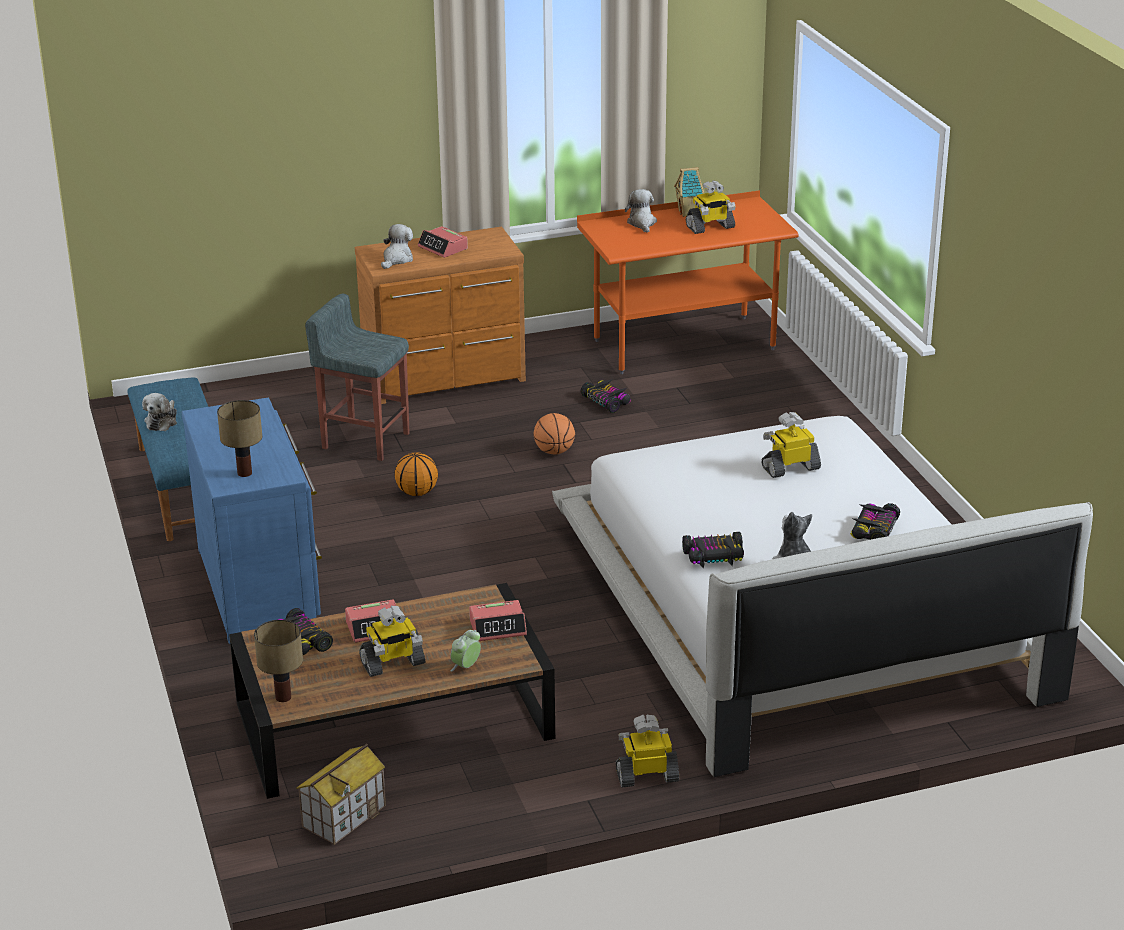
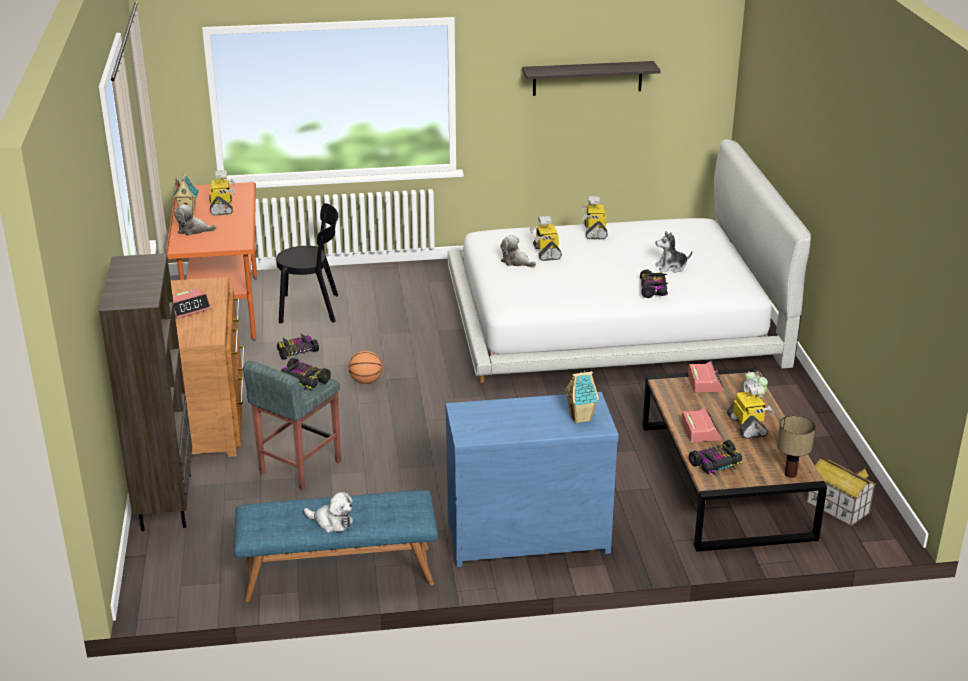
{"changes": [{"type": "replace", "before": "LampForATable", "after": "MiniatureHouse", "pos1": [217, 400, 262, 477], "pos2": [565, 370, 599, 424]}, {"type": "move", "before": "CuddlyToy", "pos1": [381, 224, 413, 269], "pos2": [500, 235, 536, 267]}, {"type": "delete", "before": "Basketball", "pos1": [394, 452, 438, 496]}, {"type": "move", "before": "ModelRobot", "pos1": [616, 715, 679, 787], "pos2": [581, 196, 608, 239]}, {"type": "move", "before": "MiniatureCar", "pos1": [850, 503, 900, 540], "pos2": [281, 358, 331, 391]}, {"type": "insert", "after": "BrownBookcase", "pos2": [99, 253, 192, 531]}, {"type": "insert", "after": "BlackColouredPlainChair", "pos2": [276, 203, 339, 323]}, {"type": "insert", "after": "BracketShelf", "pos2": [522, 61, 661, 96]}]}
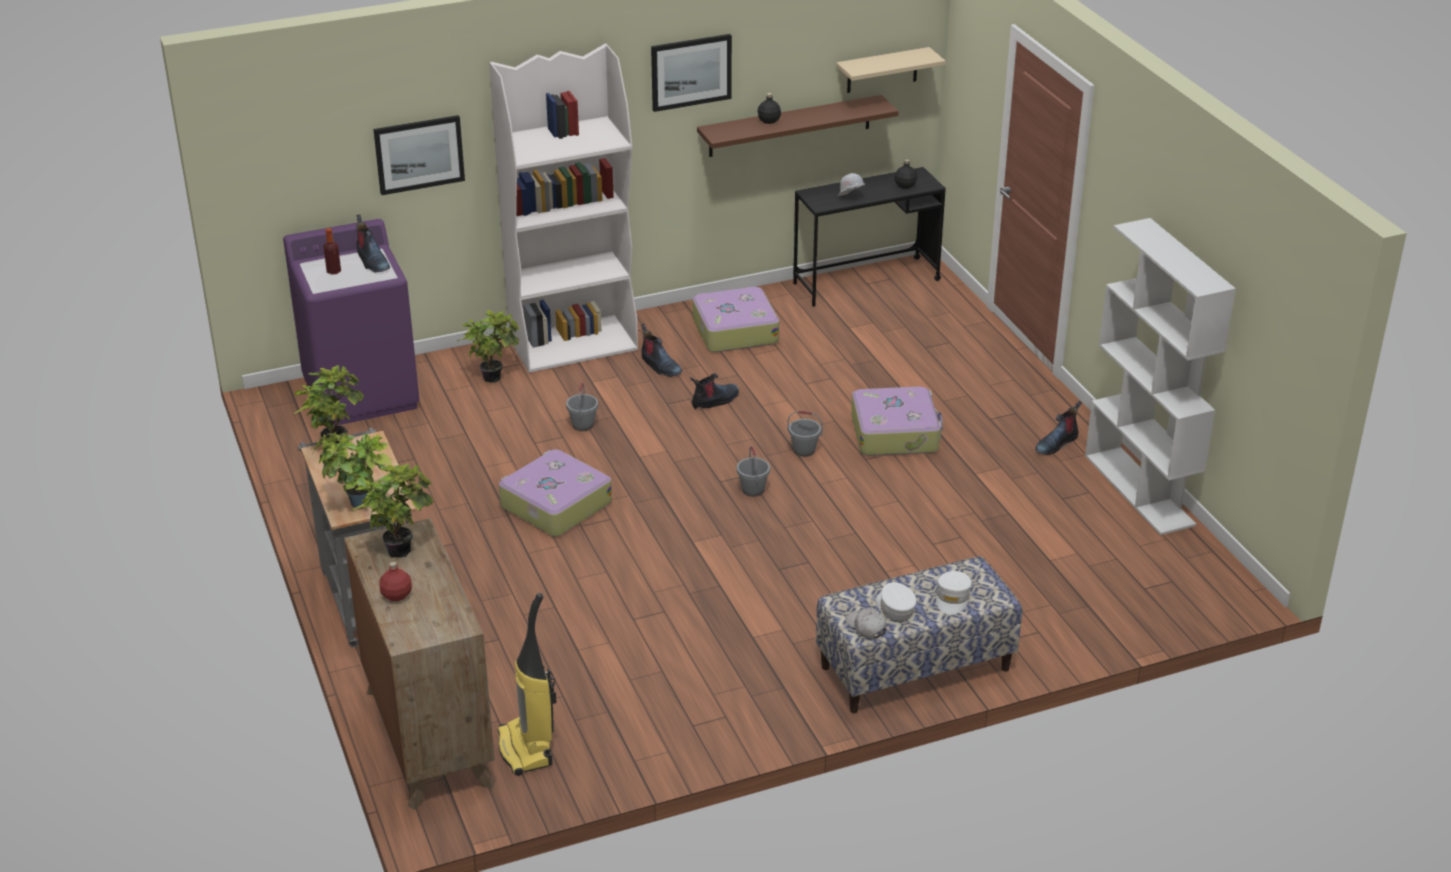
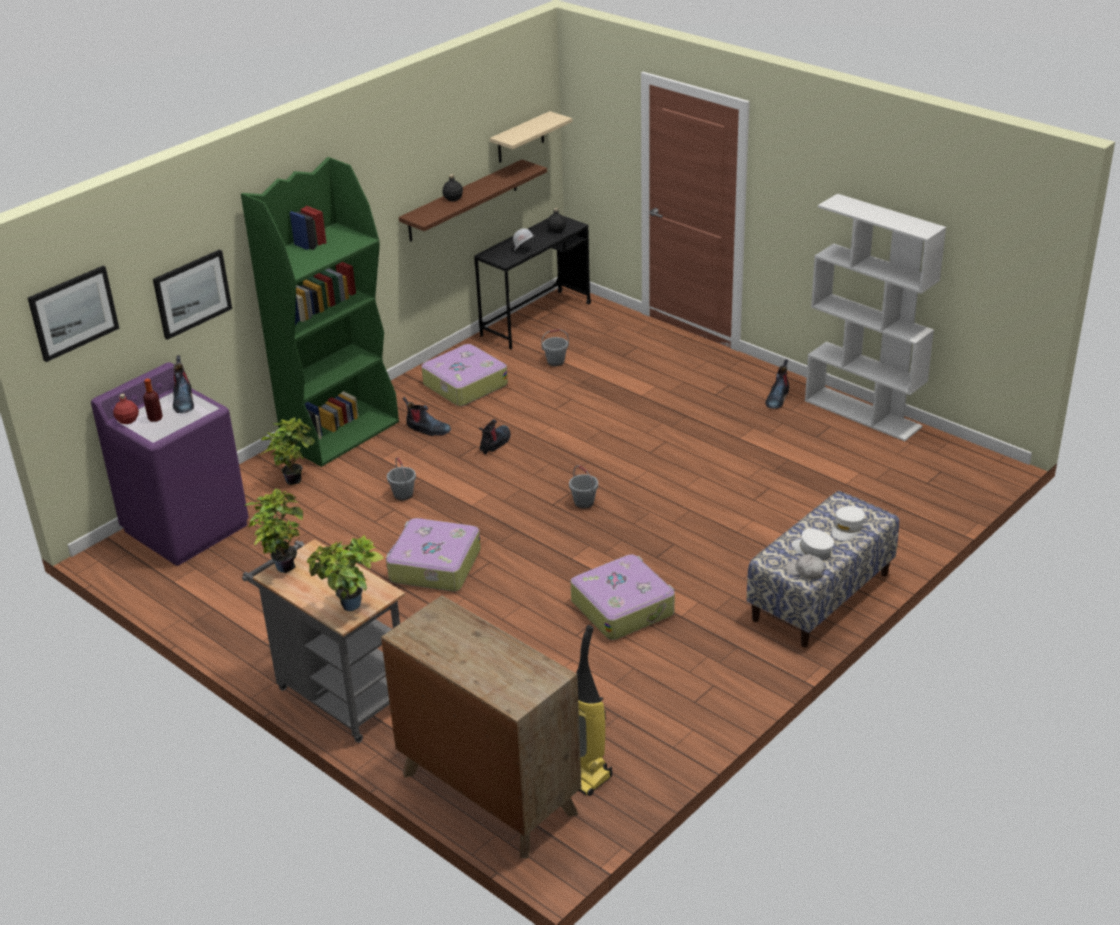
{"changes": [{"type": "delete", "before": "PottedPlant", "pos1": [351, 464, 433, 558]}, {"type": "rotate", "before": "Boot", "pos1": [356, 215, 390, 273], "pos2": [173, 355, 194, 413], "turn": 45}, {"type": "move", "before": "ReddishBottle", "pos1": [380, 562, 412, 601], "pos2": [113, 394, 139, 424]}, {"type": "recolor", "before": "WhitishBookcase", "after": "GreenColouredBookcase", "pos1": [489, 44, 638, 373], "pos2": [241, 157, 399, 467]}, {"type": "move", "before": "WallPicture", "pos1": [651, 34, 732, 112], "pos2": [28, 266, 119, 362]}, {"type": "move", "before": "GrayWaterBucket", "pos1": [787, 410, 823, 457], "pos2": [541, 329, 569, 366]}, {"type": "move", "before": "TravelCase", "pos1": [851, 387, 943, 456], "pos2": [571, 554, 675, 640]}, {"type": "rotate", "before": "WhitishCap", "pos1": [936, 571, 971, 615], "pos2": [832, 506, 865, 540], "turn": 45}]}
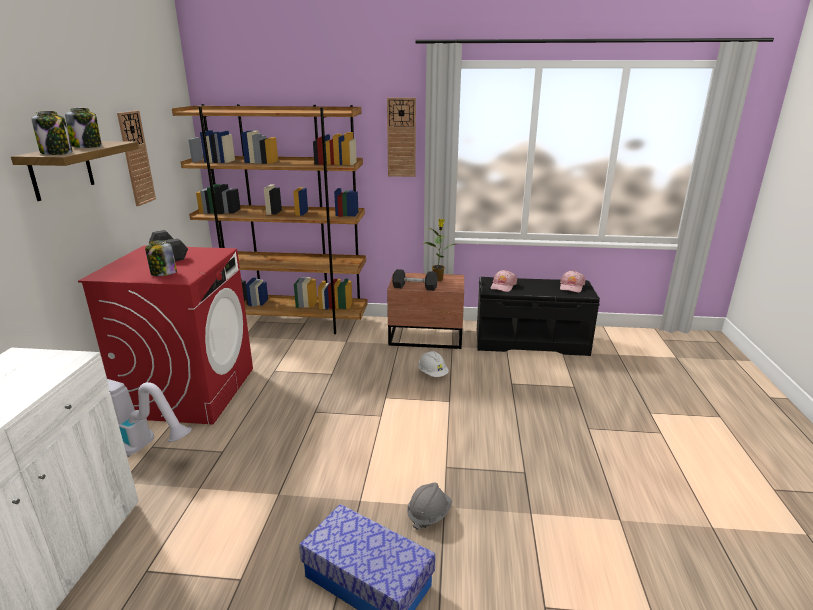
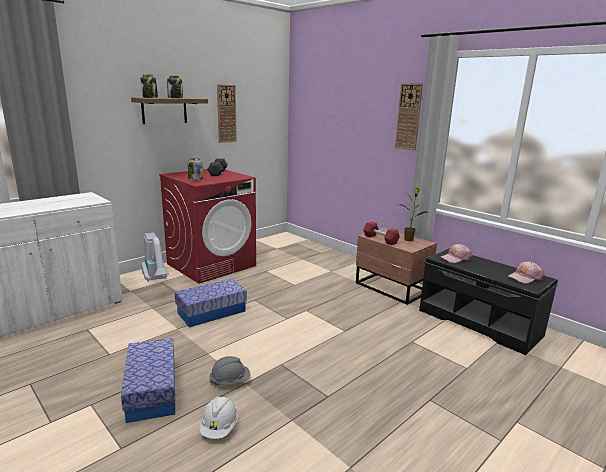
{"changes": [{"type": "delete", "before": "BrownBookcase", "pos1": [172, 104, 368, 334]}, {"type": "recolor", "before": "GrayHandWeight", "after": "ReddishHandWeight", "pos1": [392, 269, 438, 291], "pos2": [363, 222, 400, 245]}, {"type": "move", "before": "WhitishSafetyHelmet", "pos1": [418, 351, 449, 377], "pos2": [200, 396, 238, 439]}, {"type": "insert", "after": "StorageBin", "pos2": [174, 278, 247, 327]}]}
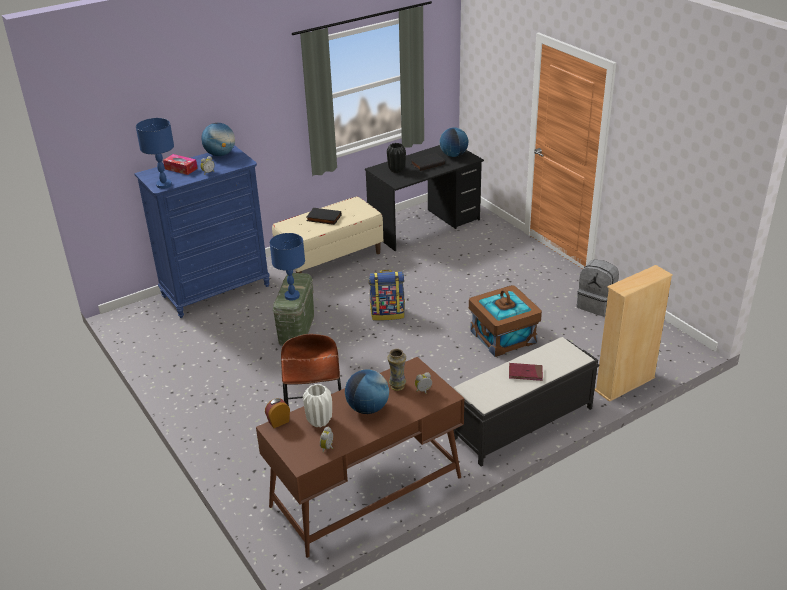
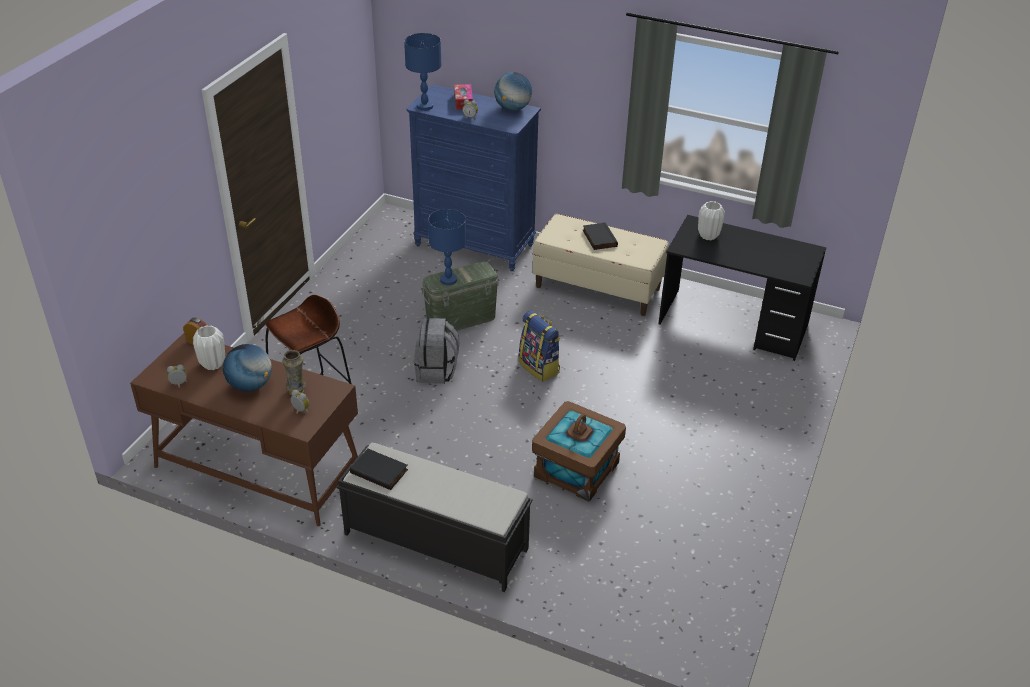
{"changes": [{"type": "recolor", "before": "BlackColouredVase", "after": "WhitishVase", "pos1": [387, 143, 406, 173], "pos2": [698, 201, 725, 240]}, {"type": "move", "before": "BlackColouredBoundBook", "pos1": [411, 153, 445, 171], "pos2": [350, 449, 408, 490]}, {"type": "delete", "before": "WorldGlobe", "pos1": [439, 127, 468, 157]}, {"type": "delete", "before": "ReddishBoundBook", "pos1": [509, 363, 543, 381]}, {"type": "move", "before": "GrayKnapsack", "pos1": [577, 259, 619, 316], "pos2": [414, 318, 460, 384]}, {"type": "delete", "before": "BeigeColouredBookcase", "pos1": [594, 265, 673, 402]}]}
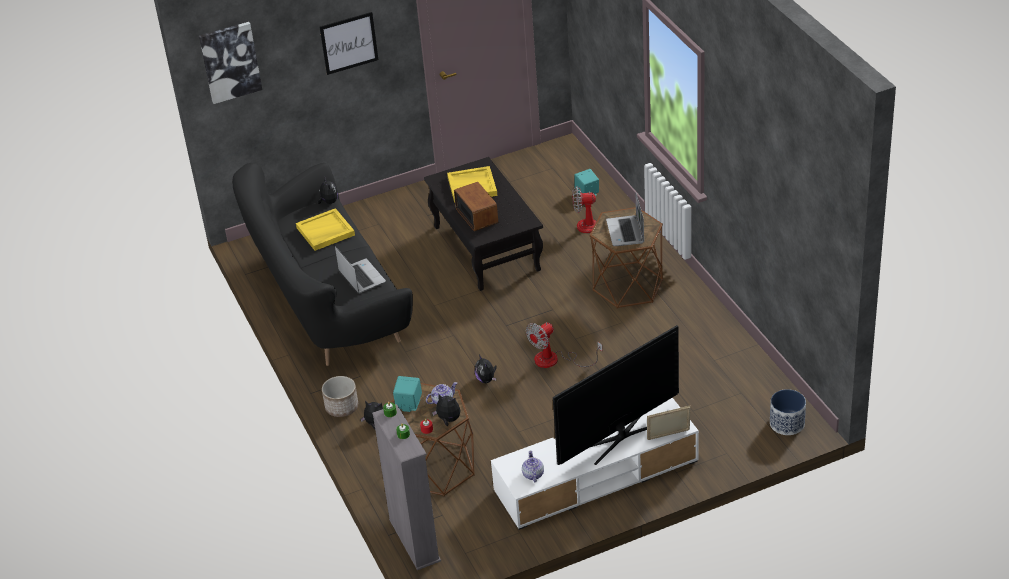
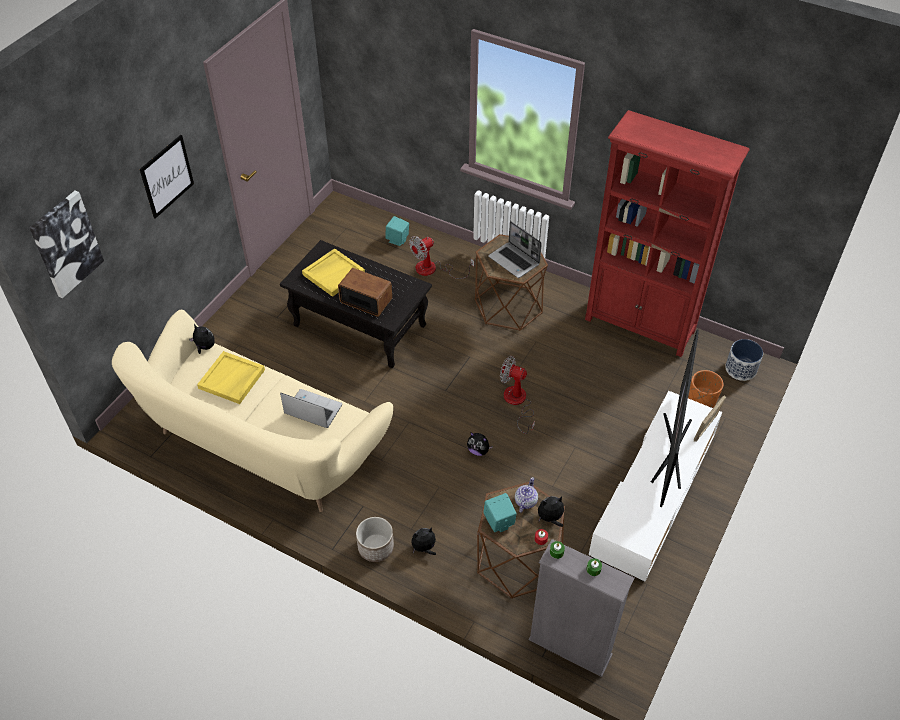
{"changes": [{"type": "recolor", "before": "BlackColouredCouch", "after": "BeigeColouredCouch", "pos1": [232, 163, 413, 366], "pos2": [112, 310, 393, 512]}, {"type": "delete", "before": "Teapot", "pos1": [522, 450, 544, 483]}, {"type": "rotate", "before": "ElectricFan", "pos1": [526, 322, 602, 368], "pos2": [500, 356, 535, 434], "turn": 105}, {"type": "insert", "after": "ReddishBookcase", "pos2": [585, 110, 749, 357]}, {"type": "insert", "after": "OrangeColouredPlantPot", "pos2": [688, 370, 723, 408]}]}
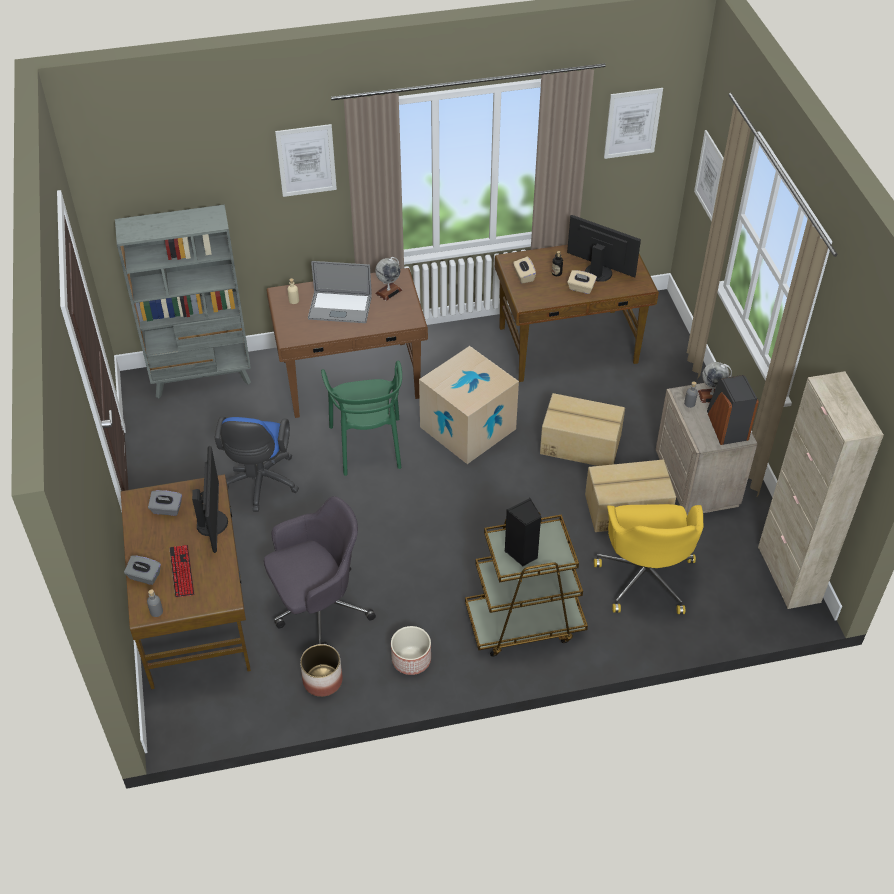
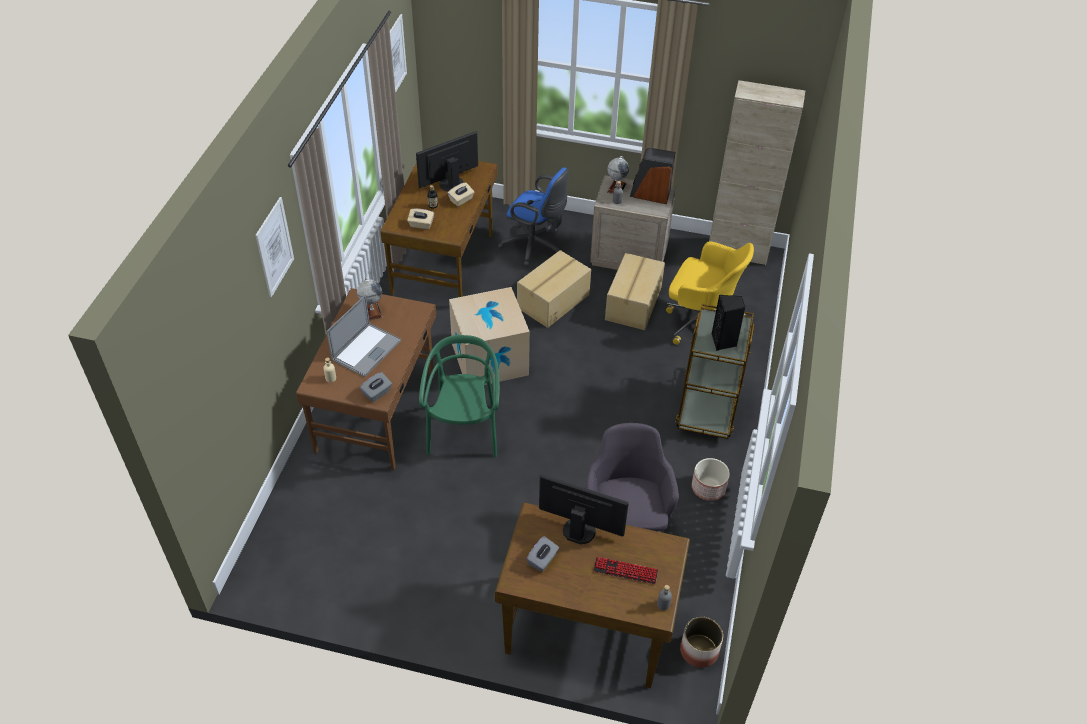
{"changes": [{"type": "delete", "before": "GrayBookcase", "pos1": [115, 204, 251, 398]}, {"type": "move", "before": "GrayBoxOfTissues", "pos1": [124, 555, 161, 585], "pos2": [360, 372, 392, 402]}, {"type": "move", "before": "BluishComputerChair", "pos1": [214, 417, 299, 512], "pos2": [498, 167, 569, 267]}, {"type": "move", "before": "PlantPot", "pos1": [300, 644, 343, 697], "pos2": [680, 617, 723, 668]}, {"type": "rotate", "before": "GreenColouredPlainChair", "pos1": [321, 361, 402, 476], "pos2": [419, 335, 500, 457], "turn": -105}, {"type": "delete", "before": "WallPicture", "pos1": [694, 130, 724, 222]}]}
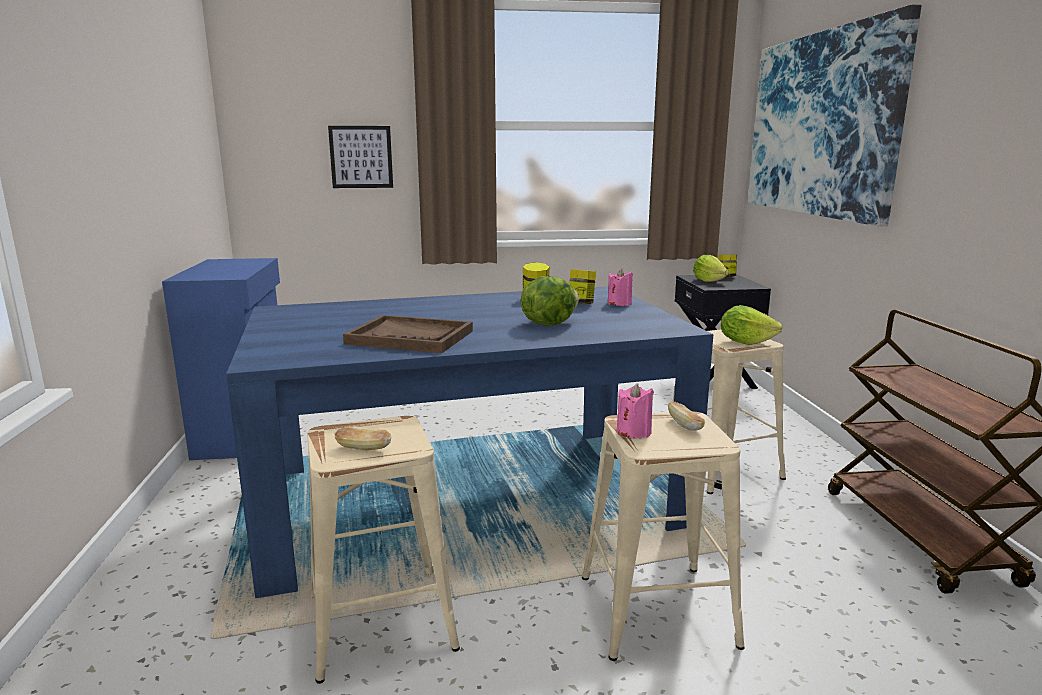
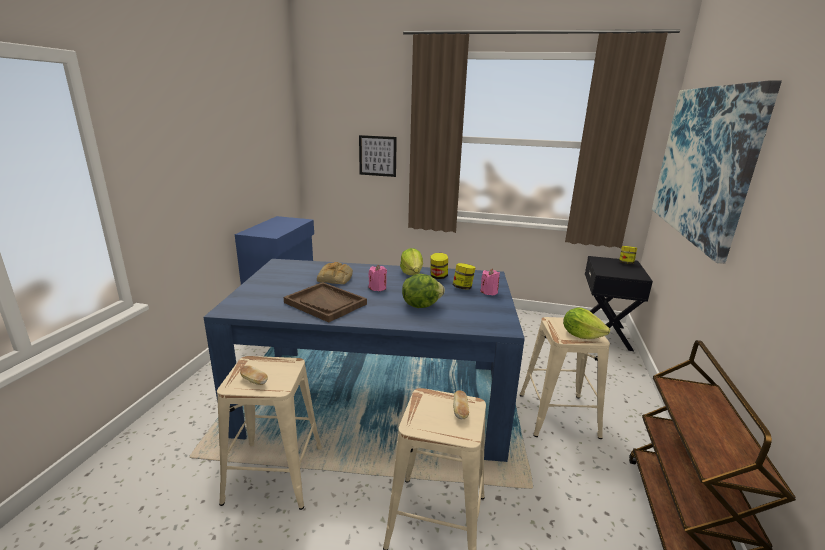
{"changes": [{"type": "move", "before": "PinkWaxCandle", "pos1": [617, 383, 654, 438], "pos2": [368, 265, 387, 291]}, {"type": "move", "before": "HeadOfLettuce", "pos1": [693, 255, 729, 282], "pos2": [400, 248, 423, 275]}, {"type": "insert", "after": "BakeryBread", "pos2": [317, 262, 353, 284]}]}
